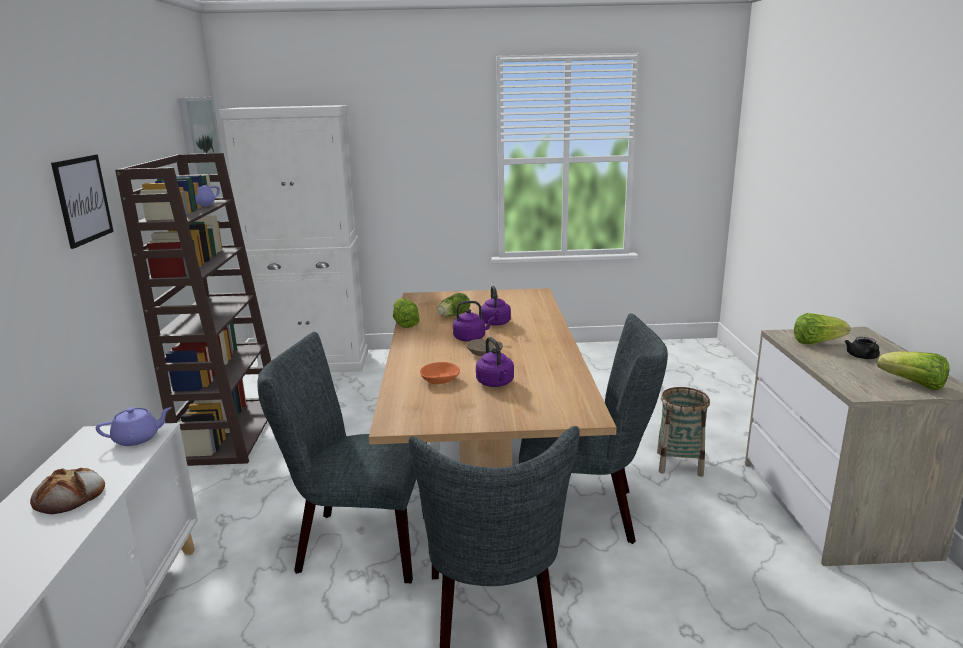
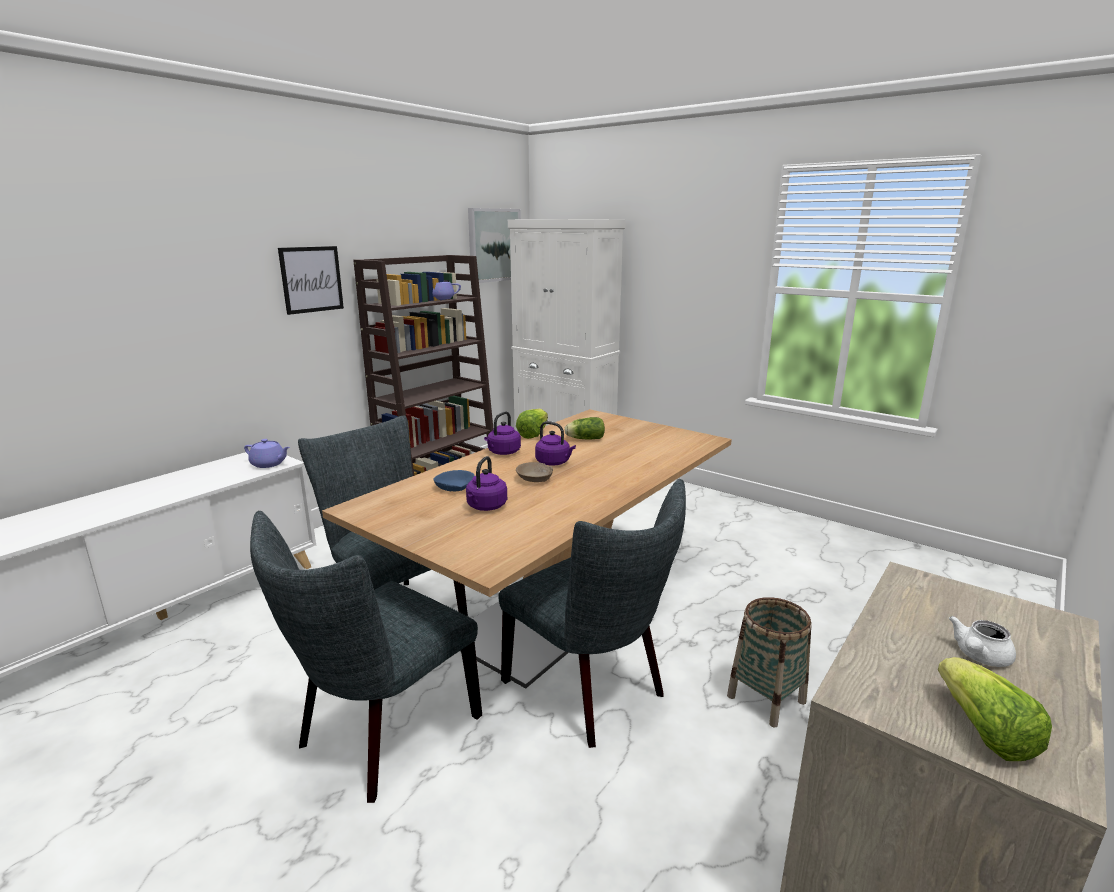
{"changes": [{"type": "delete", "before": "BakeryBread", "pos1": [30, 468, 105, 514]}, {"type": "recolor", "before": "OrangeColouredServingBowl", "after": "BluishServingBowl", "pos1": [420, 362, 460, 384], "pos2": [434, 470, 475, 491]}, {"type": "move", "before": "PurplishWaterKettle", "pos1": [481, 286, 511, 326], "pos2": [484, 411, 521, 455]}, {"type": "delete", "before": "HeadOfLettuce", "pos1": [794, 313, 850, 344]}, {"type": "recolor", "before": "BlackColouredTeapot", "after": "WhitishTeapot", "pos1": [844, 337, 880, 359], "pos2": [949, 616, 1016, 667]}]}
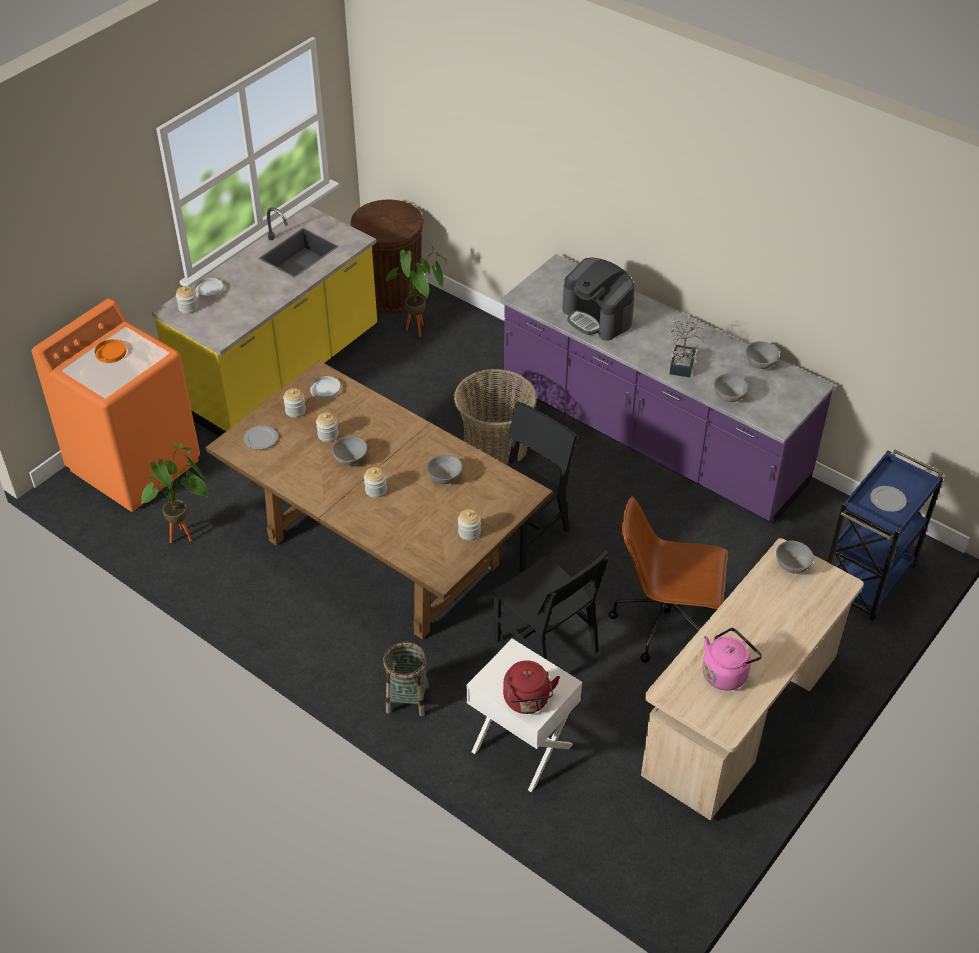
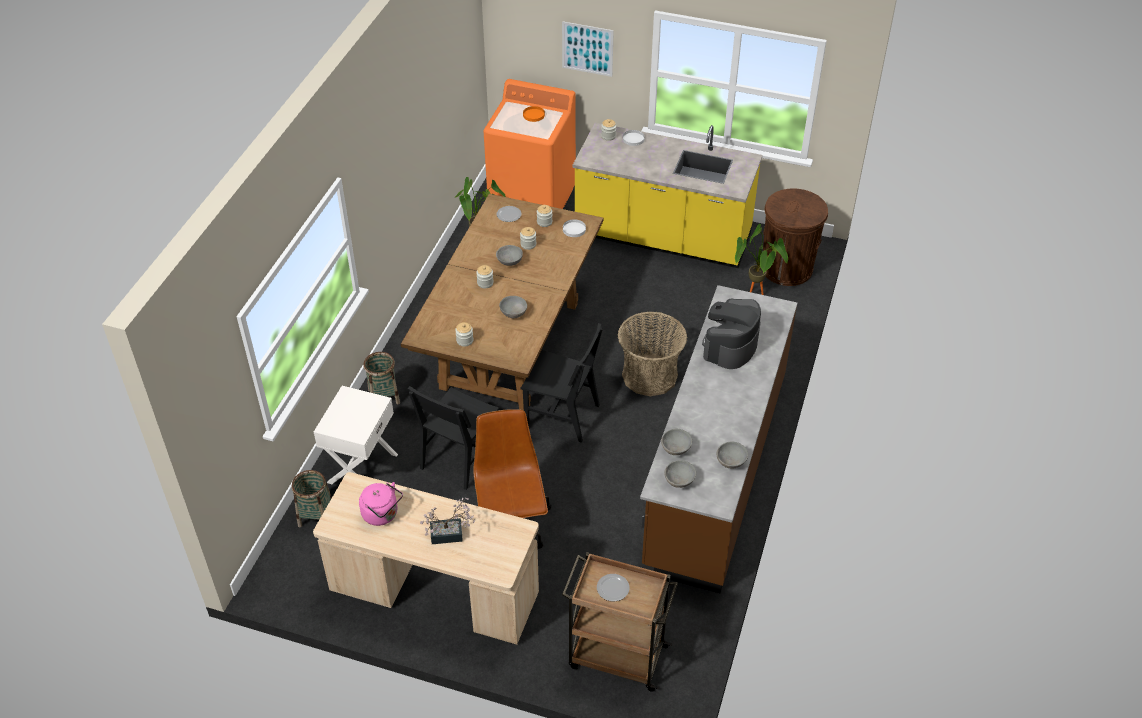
{"changes": [{"type": "recolor", "before": "PurplishKitchenBaseUnit", "after": "BrownKitchenBaseUnit", "pos1": [500, 254, 835, 524], "pos2": [640, 285, 797, 593]}, {"type": "delete", "before": "ReddishWaterKettle", "pos1": [503, 660, 560, 714]}, {"type": "move", "before": "PottedPlant", "pos1": [667, 316, 704, 377], "pos2": [420, 497, 475, 544]}, {"type": "move", "before": "GrayServingBowl", "pos1": [776, 540, 814, 573], "pos2": [664, 460, 696, 488]}, {"type": "recolor", "before": "BluishWheeledCart", "after": "BrownWheeledCart", "pos1": [827, 450, 944, 621], "pos2": [562, 552, 678, 692]}, {"type": "insert", "after": "StorageBasket", "pos2": [292, 470, 332, 528]}, {"type": "insert", "after": "WallPicture", "pos2": [562, 21, 614, 77]}]}
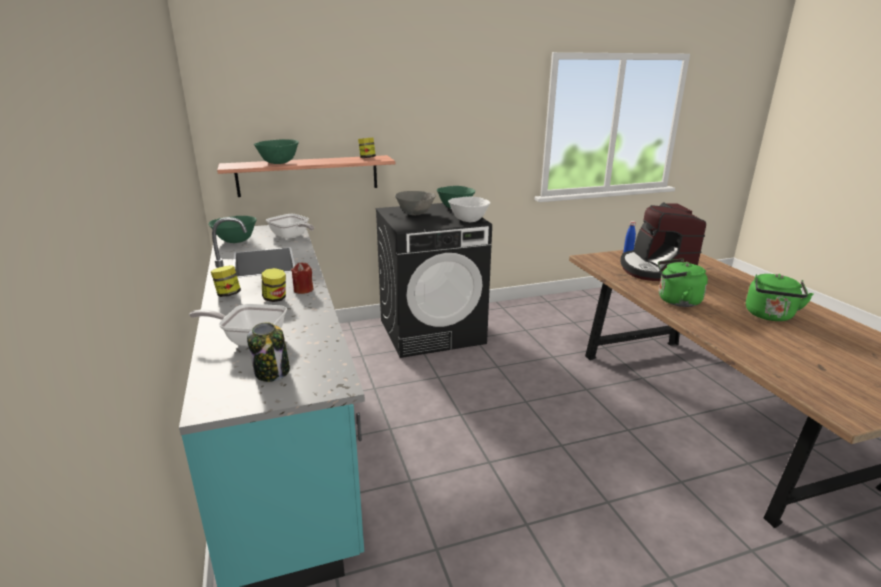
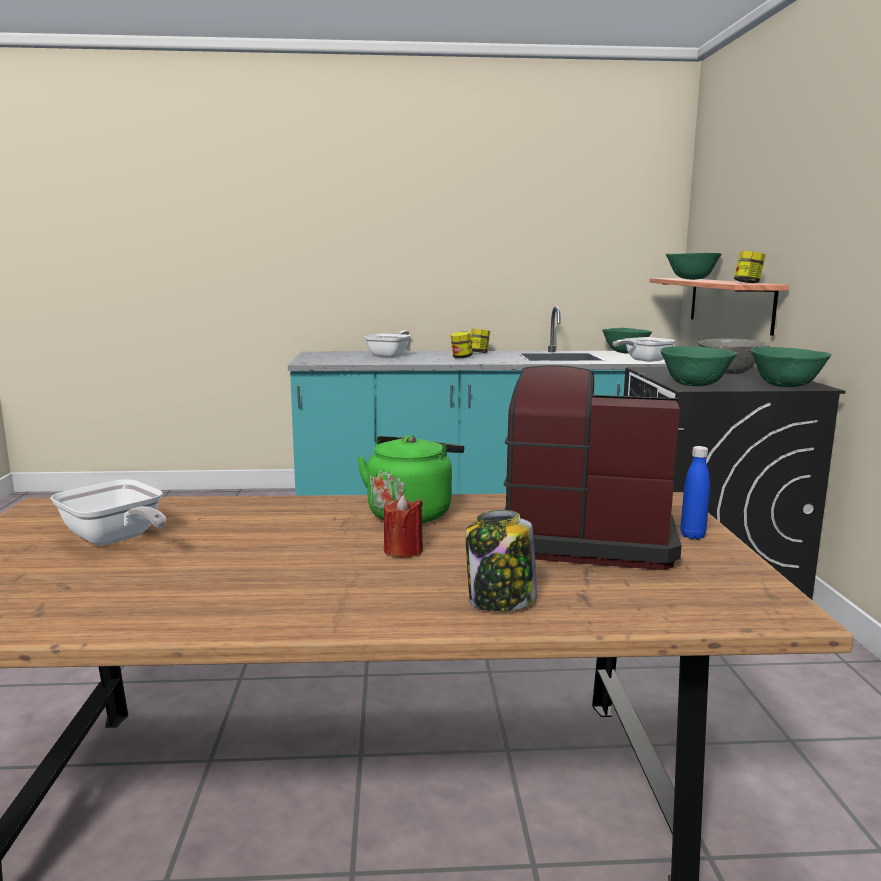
{"changes": [{"type": "move", "before": "StorageJar", "pos1": [247, 322, 290, 382], "pos2": [466, 510, 537, 611]}, {"type": "move", "before": "ReddishWaxCandle", "pos1": [291, 262, 313, 294], "pos2": [384, 495, 423, 557]}, {"type": "recolor", "before": "WhitishServingBowl", "after": "GreenColouredServingBowl", "pos1": [448, 196, 490, 222], "pos2": [660, 346, 738, 386]}, {"type": "delete", "before": "GreenColouredWaterKettle", "pos1": [746, 274, 814, 321]}, {"type": "insert", "after": "Skillet", "pos2": [51, 479, 166, 546]}]}
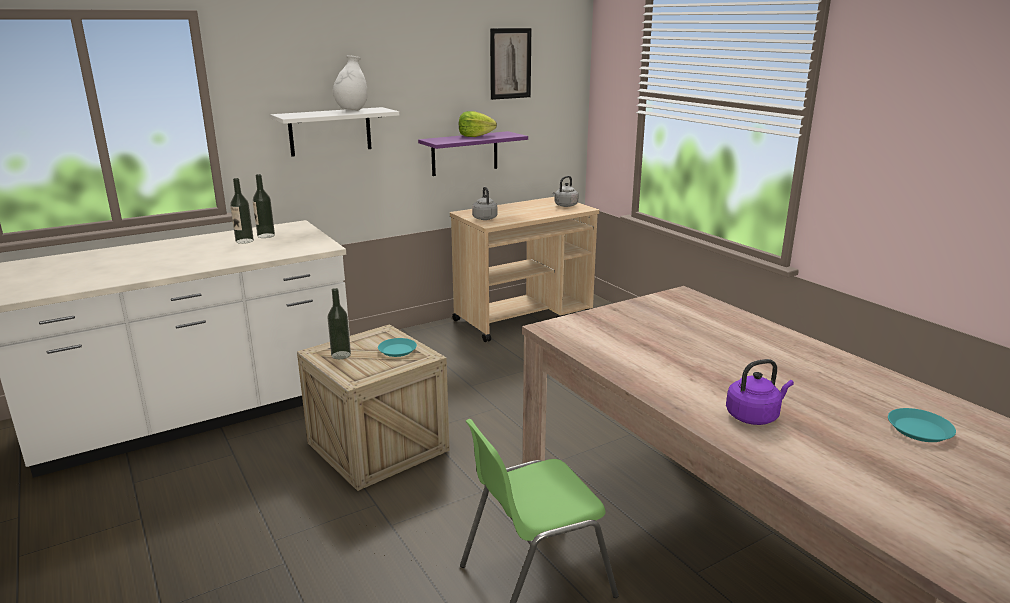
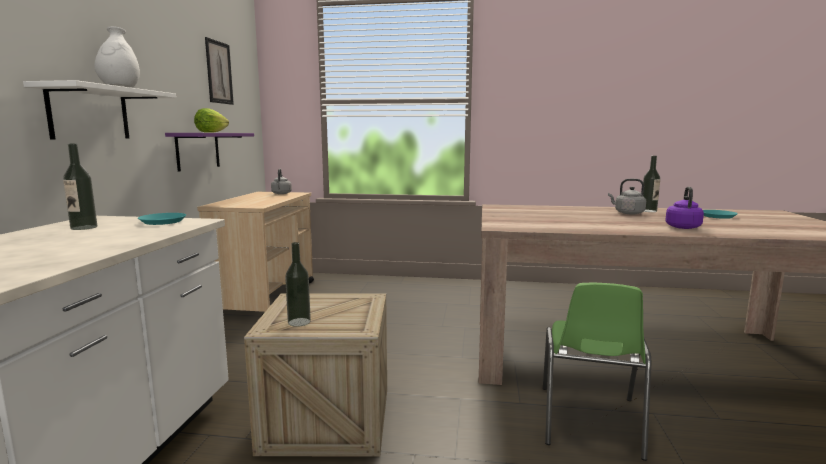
{"changes": [{"type": "move", "before": "Bottle", "pos1": [230, 178, 254, 244], "pos2": [643, 156, 660, 212]}, {"type": "move", "before": "BlueGreenDinnerPlate", "pos1": [378, 338, 417, 357], "pos2": [138, 213, 186, 225]}, {"type": "move", "before": "GrayWaterKettle", "pos1": [472, 187, 498, 220], "pos2": [608, 179, 646, 214]}]}
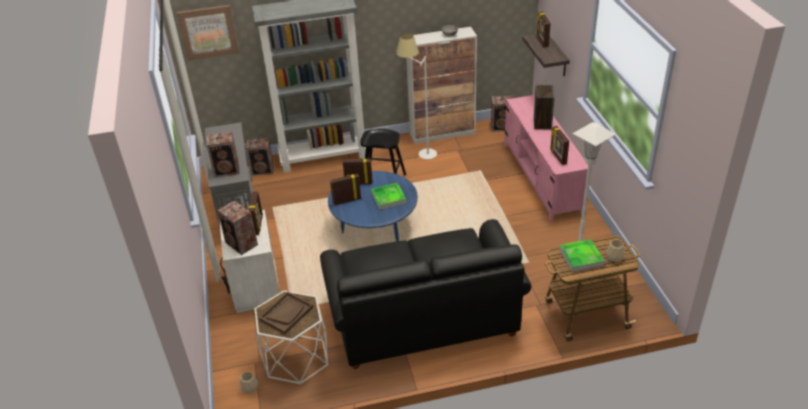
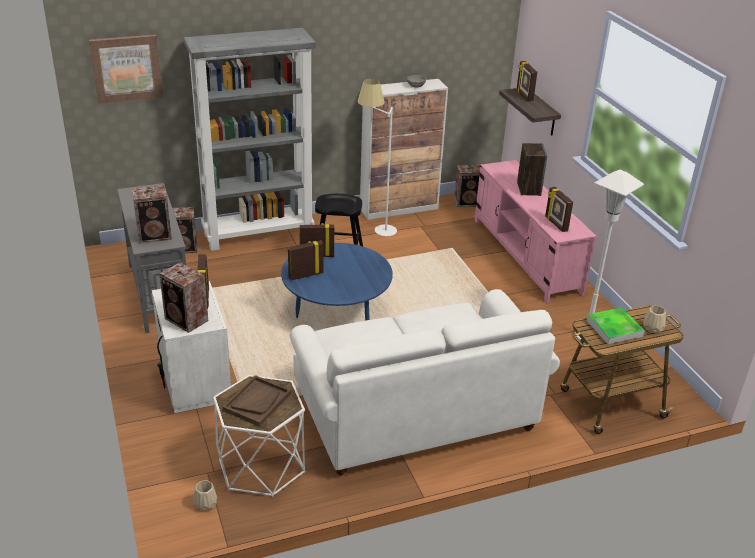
{"changes": [{"type": "recolor", "before": "BlackColouredCouch", "after": "WhitishCouch", "pos1": [320, 219, 531, 369], "pos2": [290, 289, 560, 476]}, {"type": "delete", "before": "ServingTray", "pos1": [371, 183, 406, 210]}]}
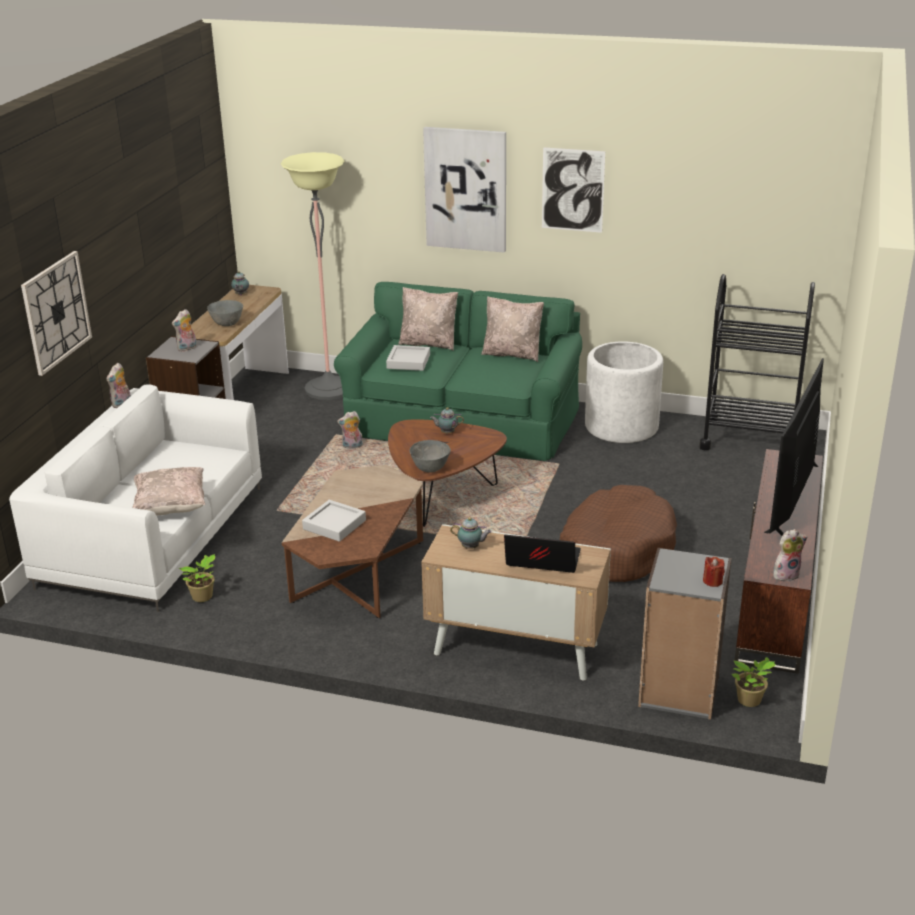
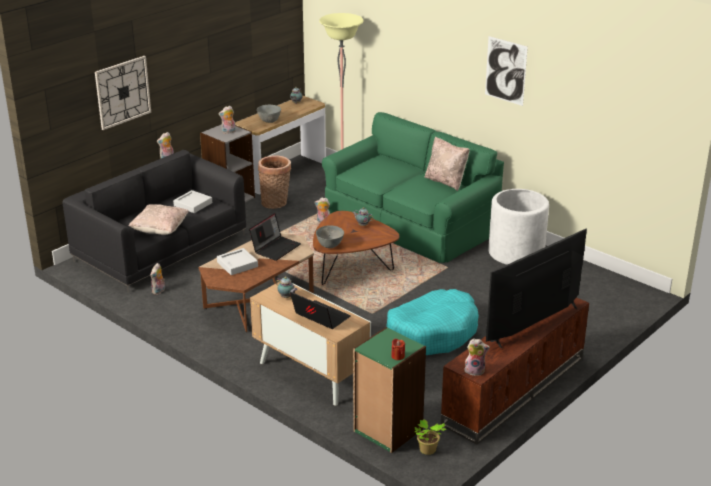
{"changes": [{"type": "recolor", "before": "WhitishCouch", "after": "BlackColouredCouch", "pos1": [9, 385, 262, 612], "pos2": [62, 150, 246, 293]}, {"type": "replace", "before": "PottedPlant", "after": "CuddlyToy", "pos1": [179, 554, 215, 602], "pos2": [150, 263, 165, 295]}, {"type": "move", "before": "GrayServingTray", "pos1": [386, 345, 430, 371], "pos2": [173, 190, 212, 213]}, {"type": "delete", "before": "BeigeColouredThrowPillow", "pos1": [398, 287, 458, 351]}, {"type": "delete", "before": "WallPicture", "pos1": [423, 127, 506, 253]}, {"type": "recolor", "before": "BrownDogCushion", "after": "BlueGreenDogCushion", "pos1": [560, 485, 677, 582], "pos2": [386, 289, 479, 355]}, {"type": "recolor", "before": "GrayBookcase", "after": "GreenColouredBookcase", "pos1": [638, 548, 731, 720], "pos2": [353, 327, 426, 453]}, {"type": "delete", "before": "BlackColouredWheeledCart", "pos1": [699, 274, 815, 450]}, {"type": "insert", "after": "NotebookComputer", "pos2": [249, 213, 301, 261]}, {"type": "insert", "after": "StorageBasket", "pos2": [258, 155, 291, 209]}]}
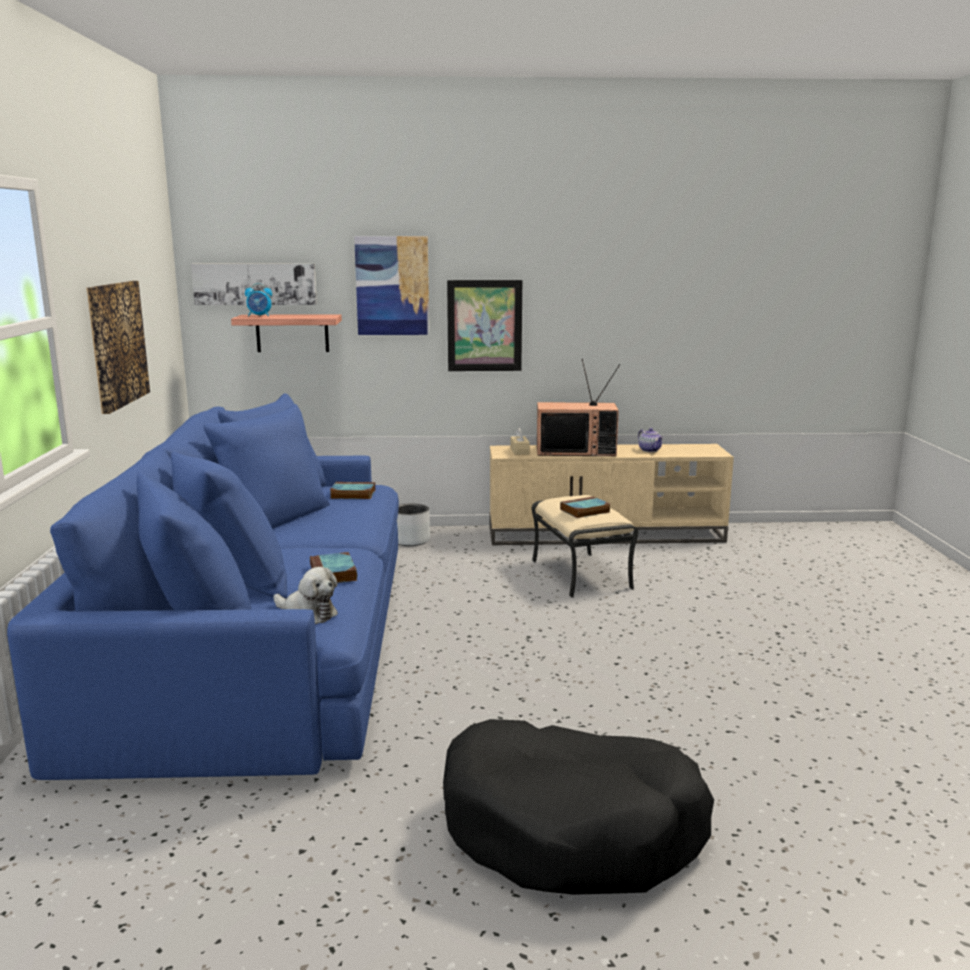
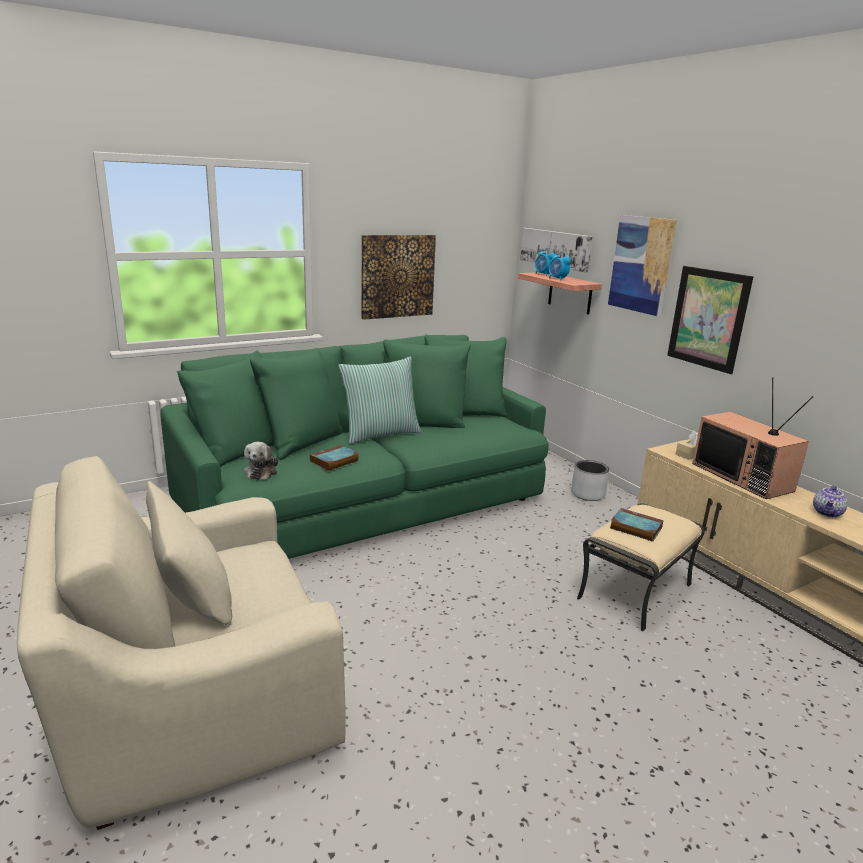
{"changes": [{"type": "recolor", "before": "BluishCouch", "after": "GreenColouredCouch", "pos1": [7, 393, 399, 780], "pos2": [160, 334, 549, 559]}, {"type": "delete", "before": "BoundBook", "pos1": [330, 482, 375, 499]}, {"type": "replace", "before": "BlackColouredDogCushion", "after": "BeigeColouredLoungeChair", "pos1": [443, 719, 714, 895], "pos2": [17, 456, 346, 830]}, {"type": "insert", "after": "ThrowPillow", "pos2": [339, 357, 422, 444]}, {"type": "insert", "after": "TableClock", "pos2": [549, 251, 571, 280]}]}
